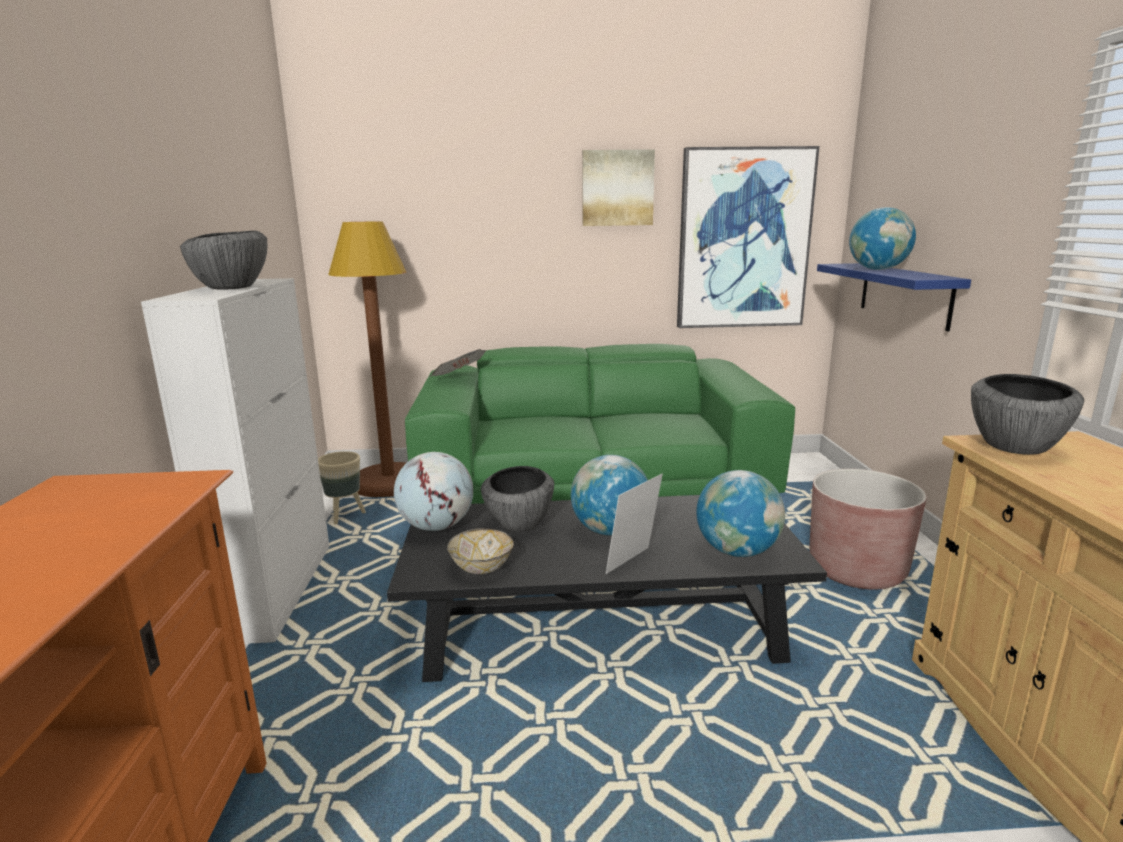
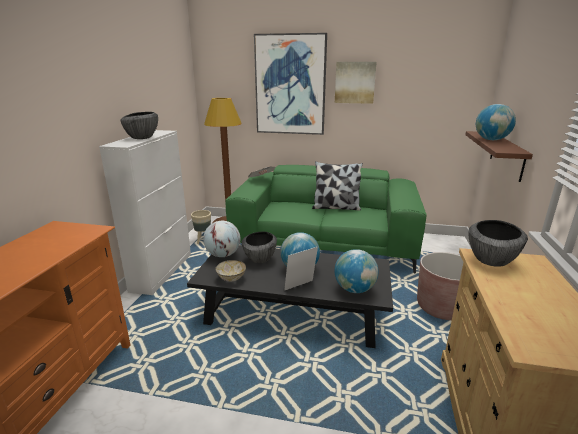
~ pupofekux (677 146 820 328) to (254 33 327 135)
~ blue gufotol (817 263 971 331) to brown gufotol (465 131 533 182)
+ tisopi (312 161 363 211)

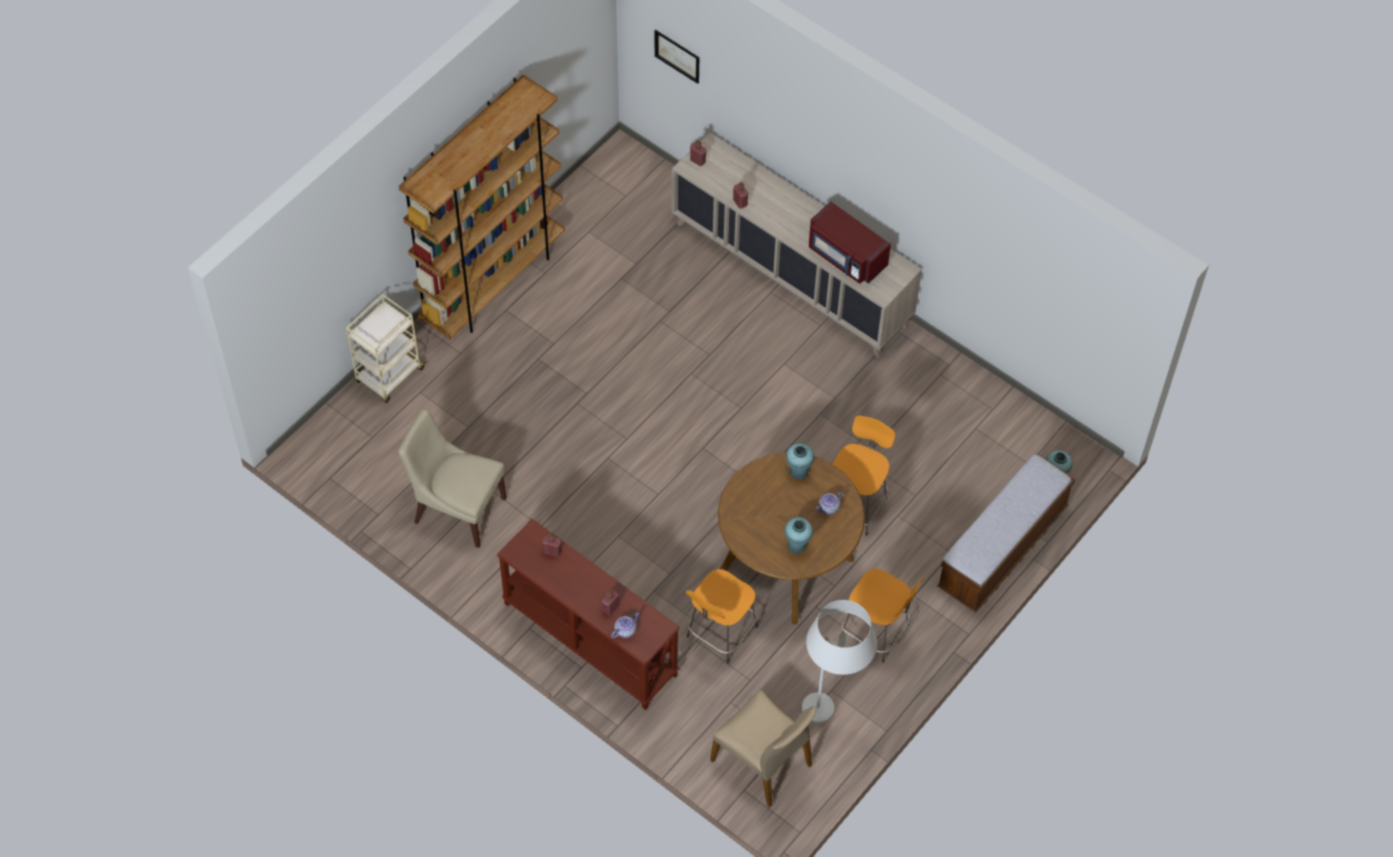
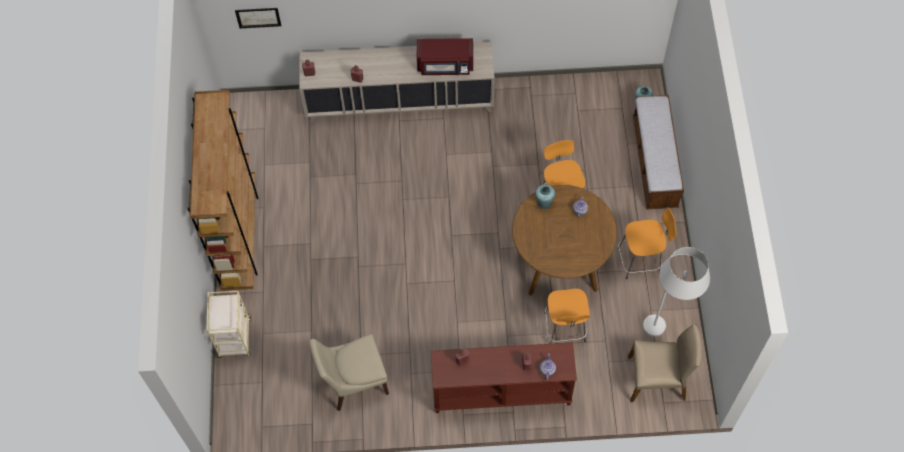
- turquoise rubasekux (785 517 813 554)

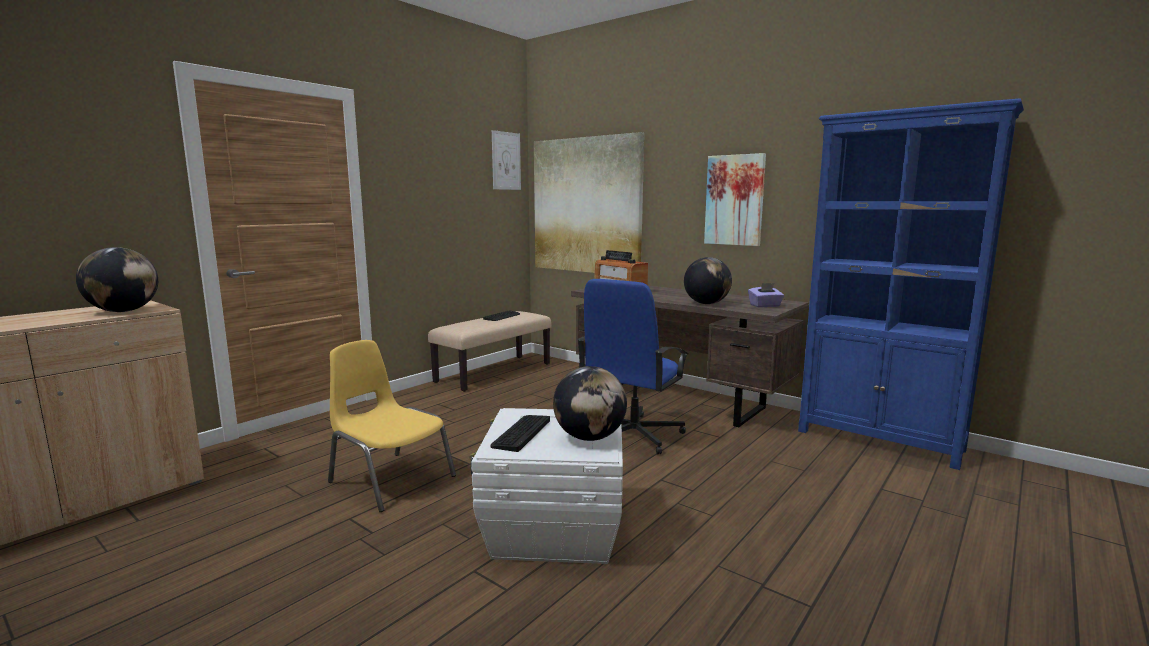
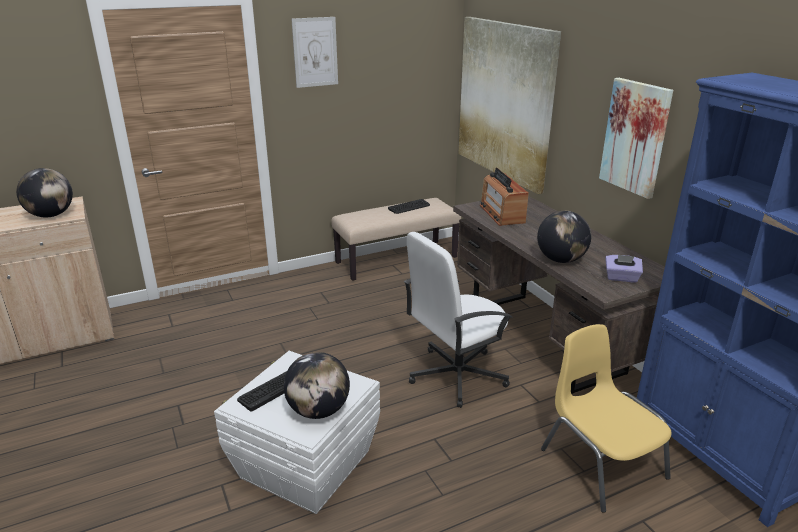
~ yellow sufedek (328 340 456 512) to (541 324 672 513)
~ pupofekux (492 130 521 190) to (291 17 338 88)
~ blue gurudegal (577 279 688 454) to white gurudegal (404 232 513 408)

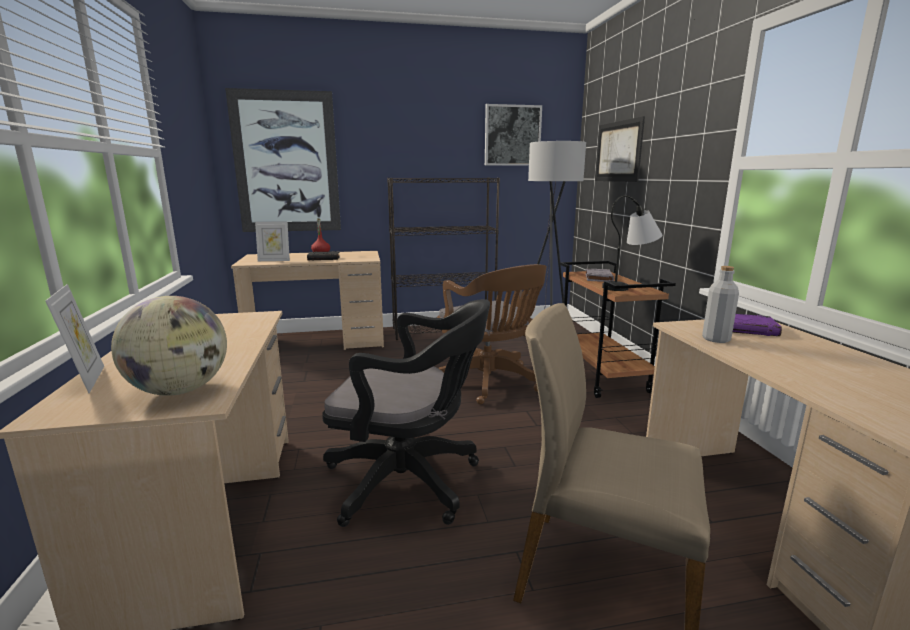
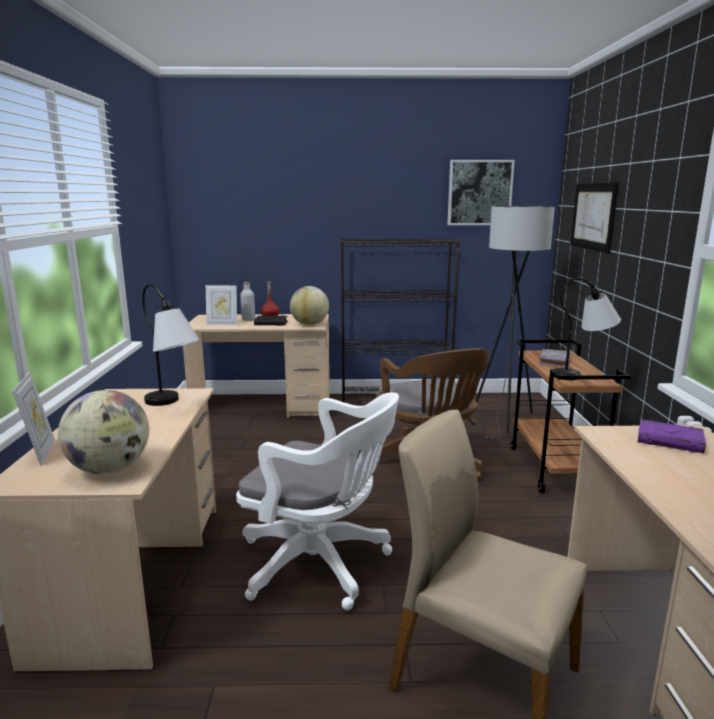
- pupofekux (225 88 341 232)
~ black gurudegal (322 299 490 527) to white gurudegal (236 392 399 610)
~ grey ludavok (702 266 739 343) to (240 282 255 321)
+ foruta (142 284 200 406)
+ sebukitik (290 286 329 325)

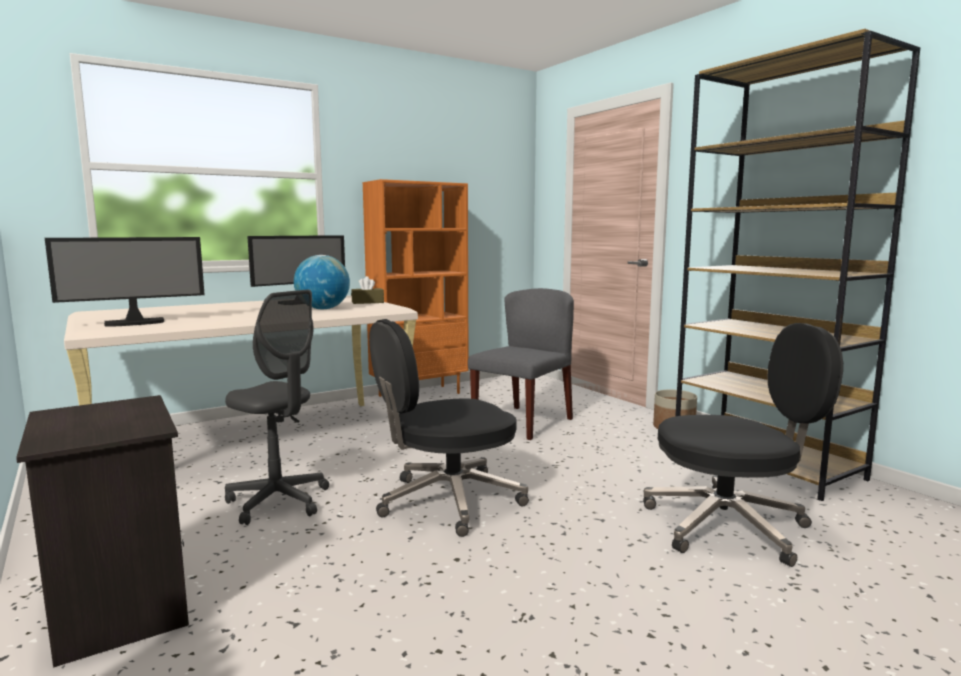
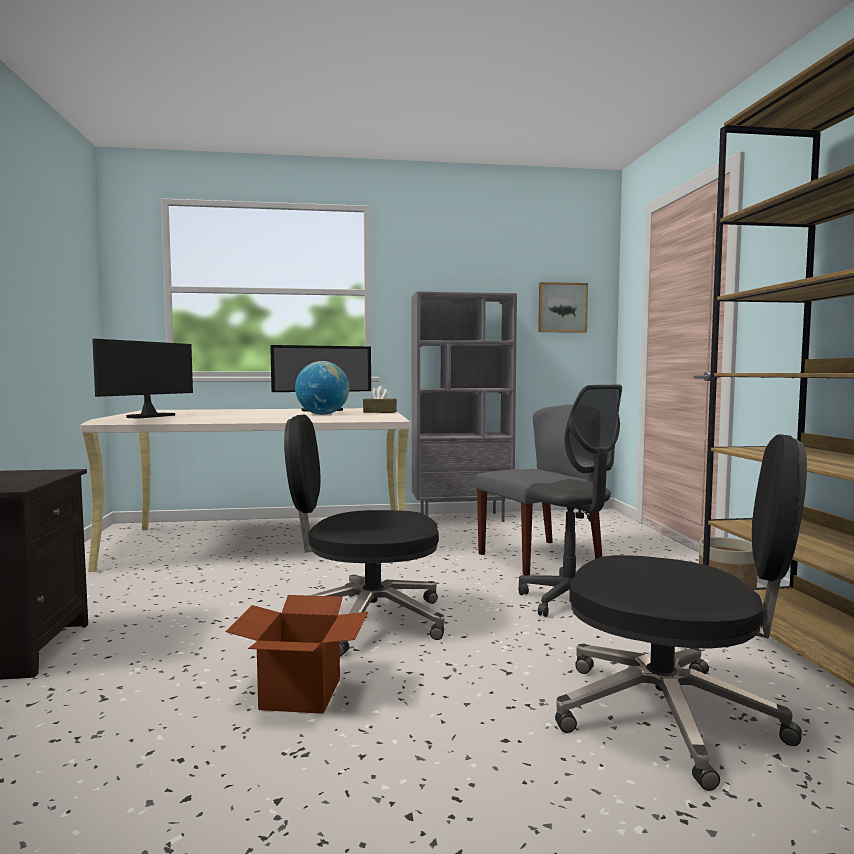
~ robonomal (45 237 205 327) = (92 339 193 419) 120 degrees clockwise
~ grey gurudegal (225 290 329 525) to (518 385 622 617)
~ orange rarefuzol (363 179 469 397) to grey rarefuzol (411 291 517 522)
+ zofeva (226 595 368 714)
+ pupofekux (538 282 588 333)

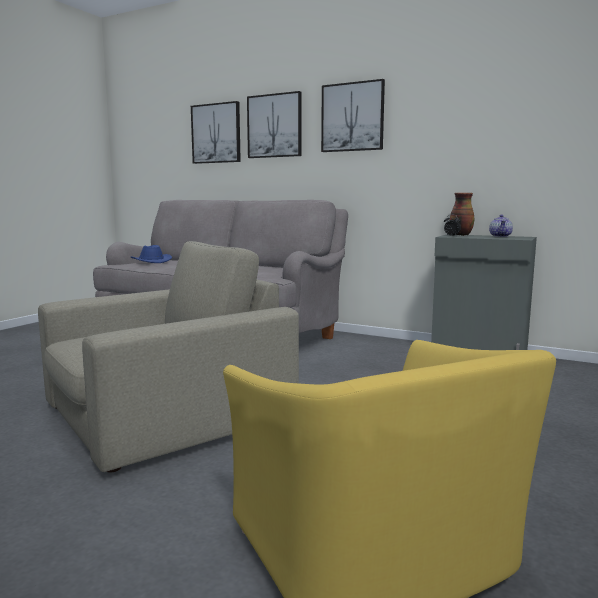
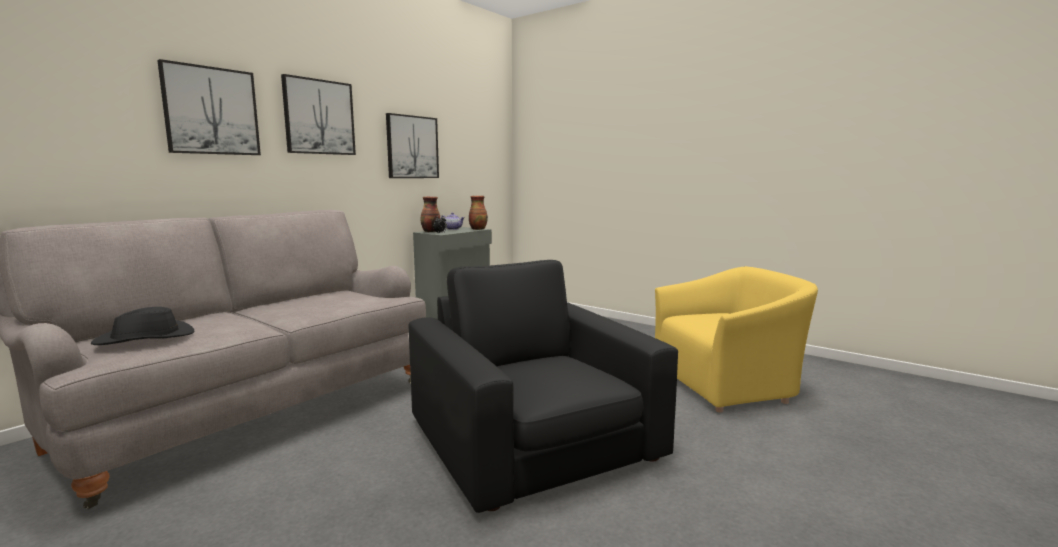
~ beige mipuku (38 241 299 473) to black mipuku (408 260 678 513)
~ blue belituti (131 245 172 263) to black belituti (91 307 194 345)
~ pupofekux (191 101 241 164) to (386 113 439 178)
+ rubasekux (469 196 488 230)

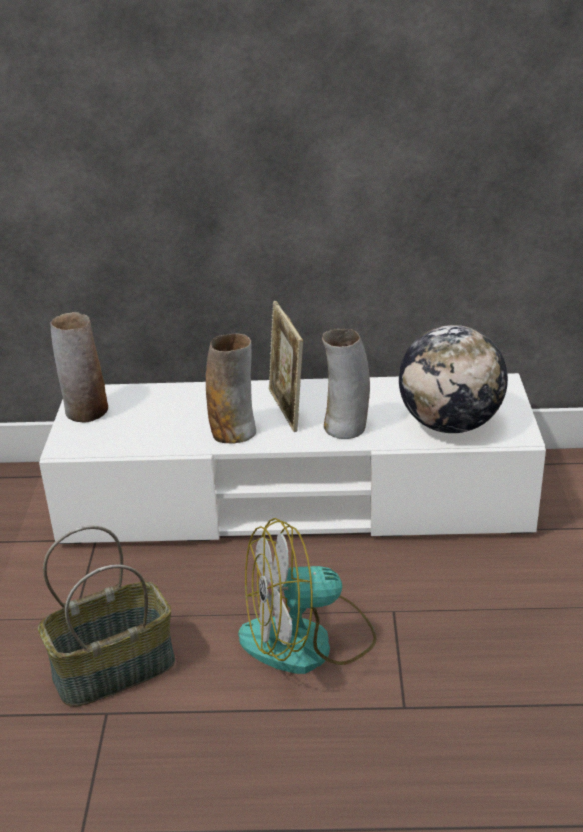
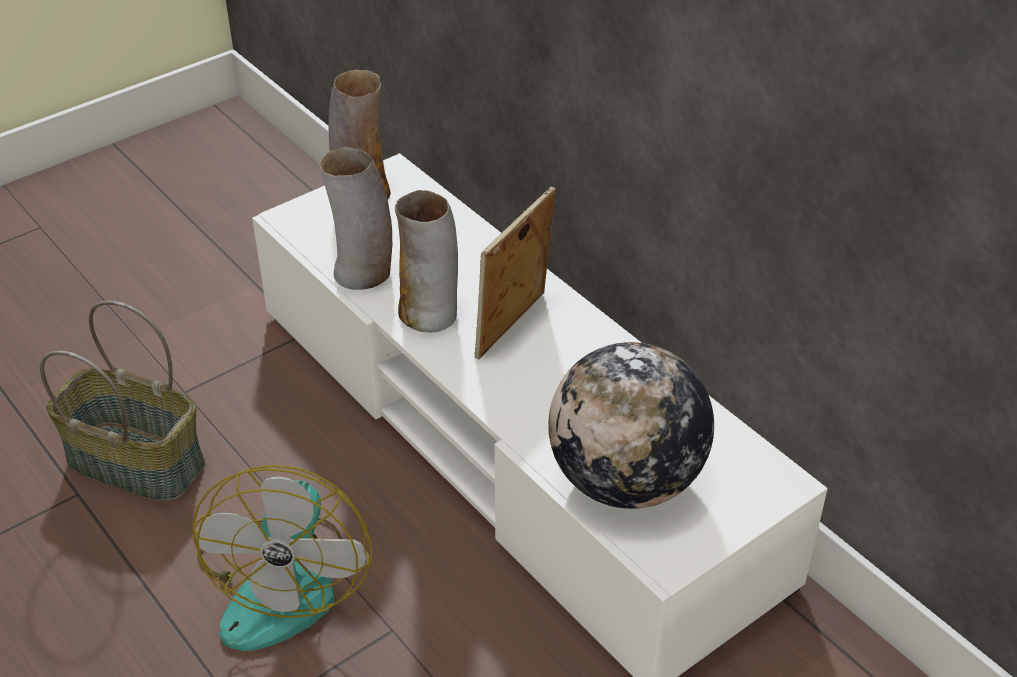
~ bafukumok (238 518 377 674) = (192 465 372 651) 120 degrees counterclockwise
~ rubasekux (322 329 370 439) to (319 147 392 290)

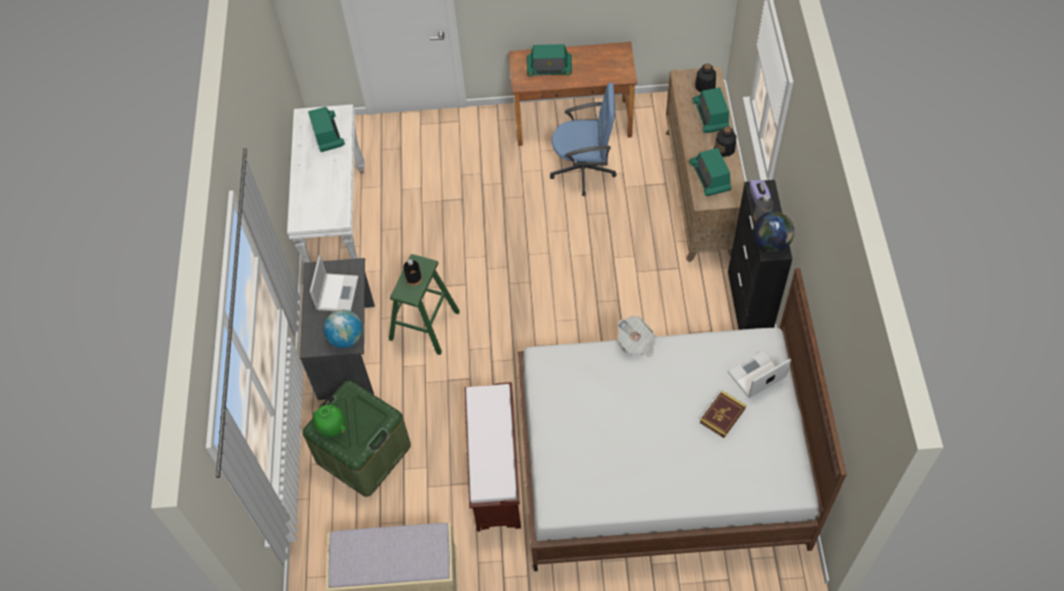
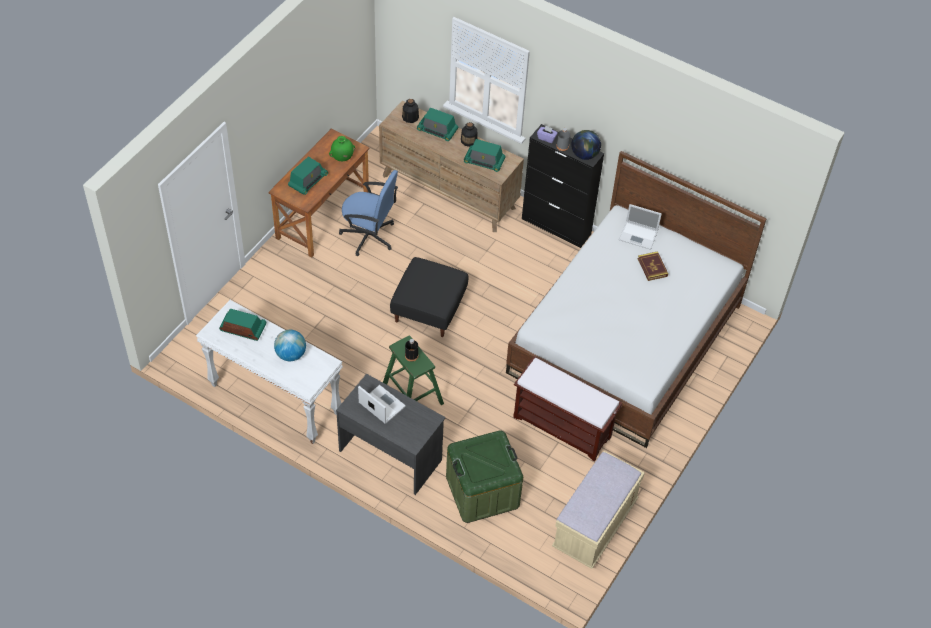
~ green rubasekux (313 404 346 437) to (329 136 355 161)
~ sebukitik (323 310 363 348) to (274 330 306 361)
~ blue gurudegal (550 83 617 196) = (339 170 398 256) 75 degrees clockwise
- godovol (618 316 656 357)
~ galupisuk (727 350 791 398) = (619 204 662 250) 75 degrees counterclockwise
+ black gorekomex (390 257 468 337)

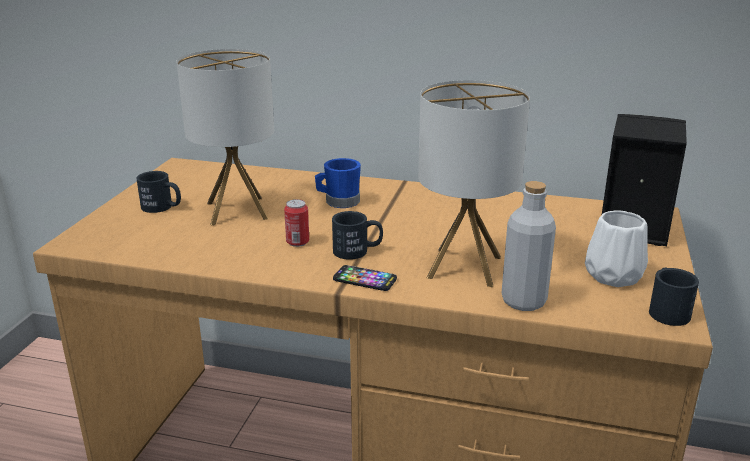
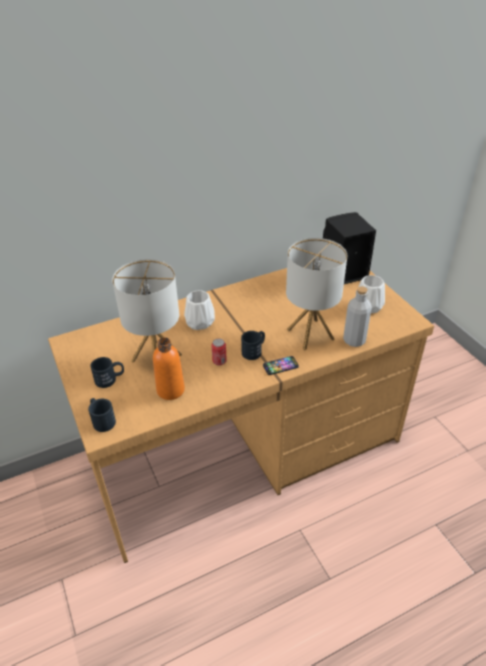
~ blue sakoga (315 158 361 208) to white rubasekux (184 290 215 330)
~ black sakoga (649 267 699 326) to (88 398 116 432)
+ orange ludavok (153 338 185 400)

